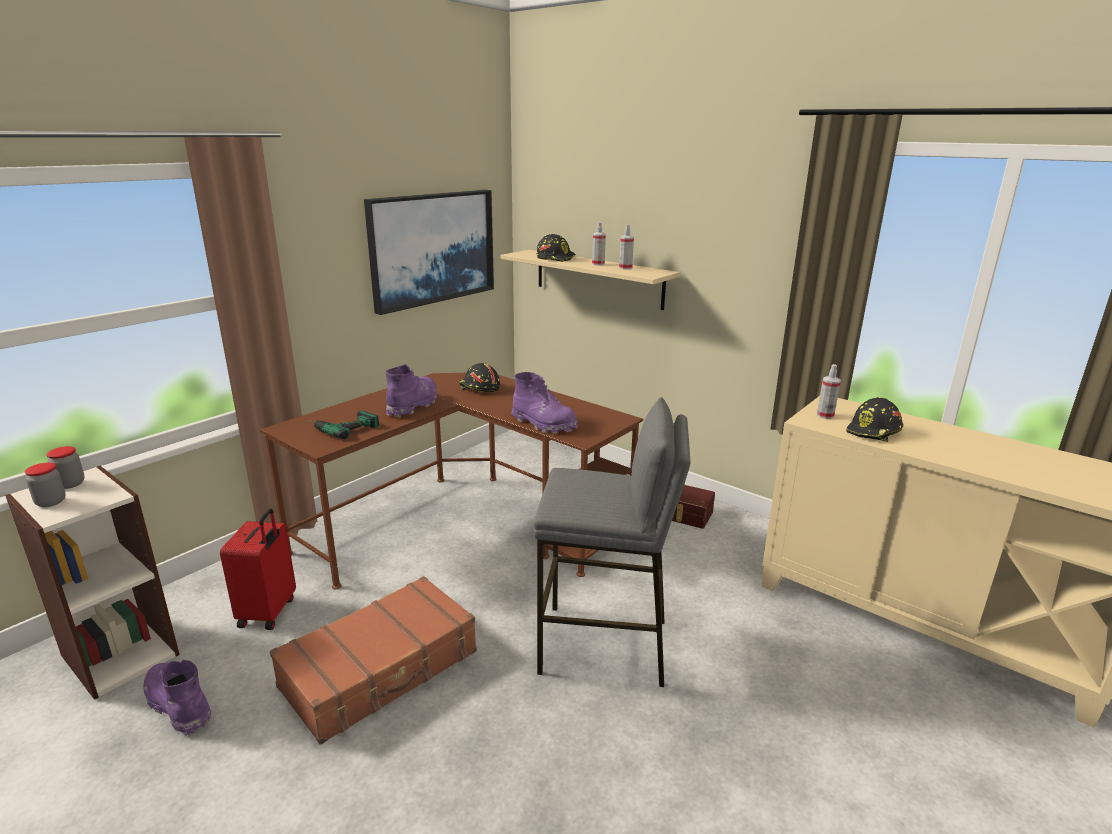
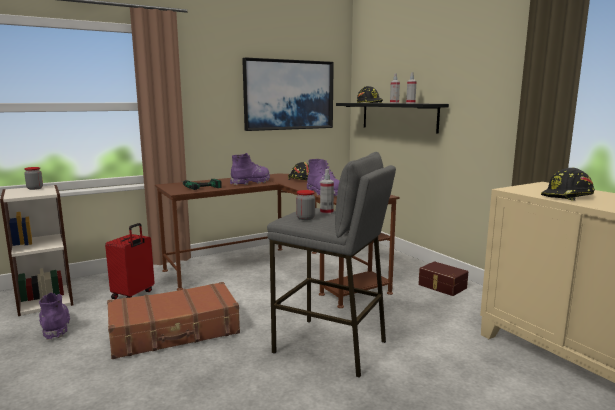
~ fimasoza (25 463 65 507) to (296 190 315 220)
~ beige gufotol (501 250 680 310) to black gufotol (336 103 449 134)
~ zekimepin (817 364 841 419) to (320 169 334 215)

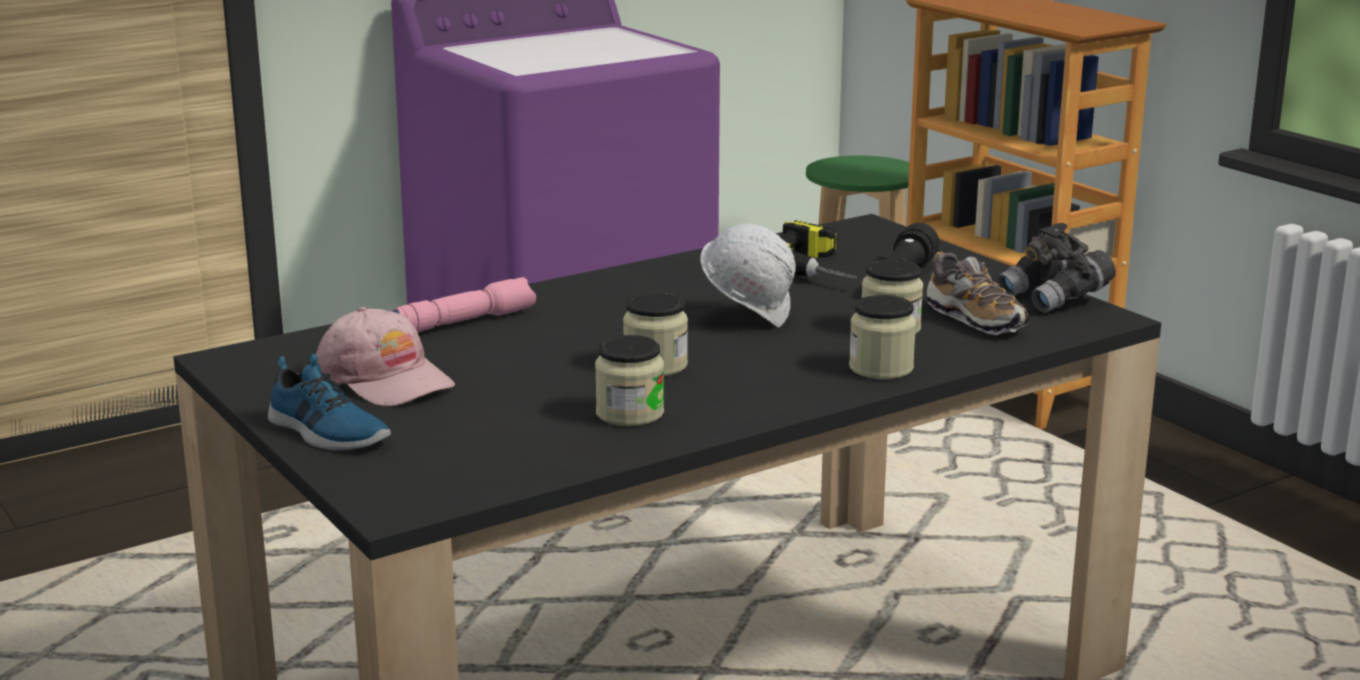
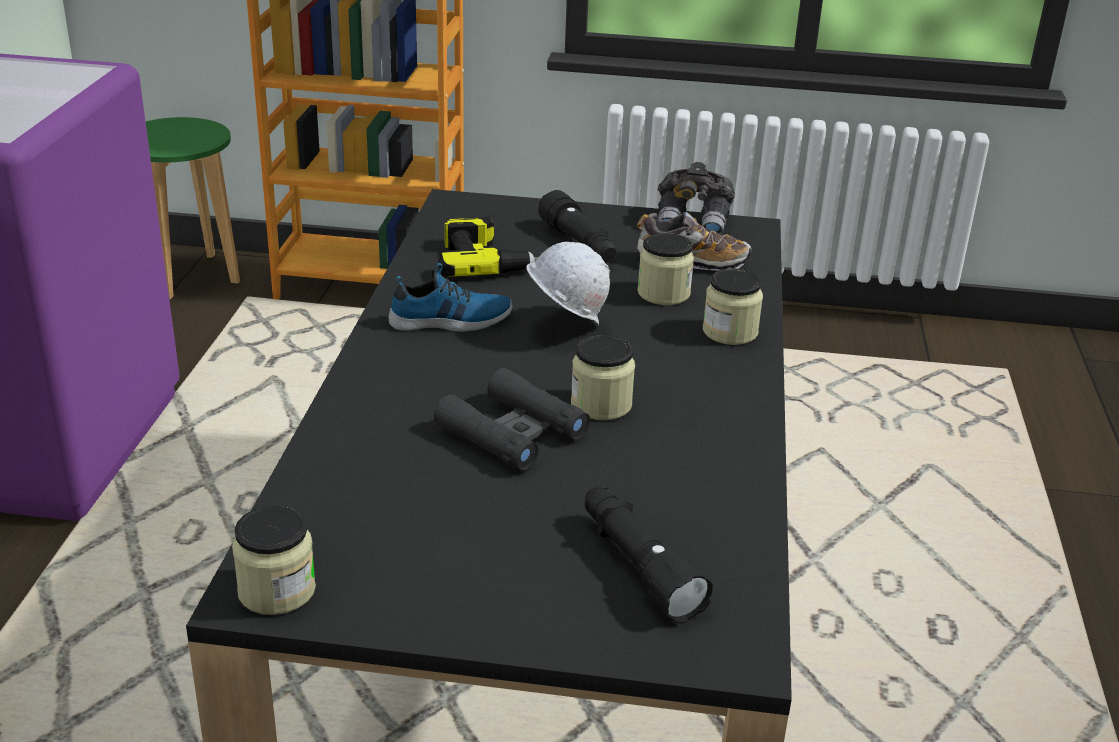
~ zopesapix (268 354 391 450) to (388 263 512 331)
- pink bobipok (316 307 455 407)
- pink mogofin (391 277 536 332)
~ fimasoza (595 335 664 426) to (232 506 316 615)
+ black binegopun (434 368 590 470)
+ black mogofin (585 486 713 623)

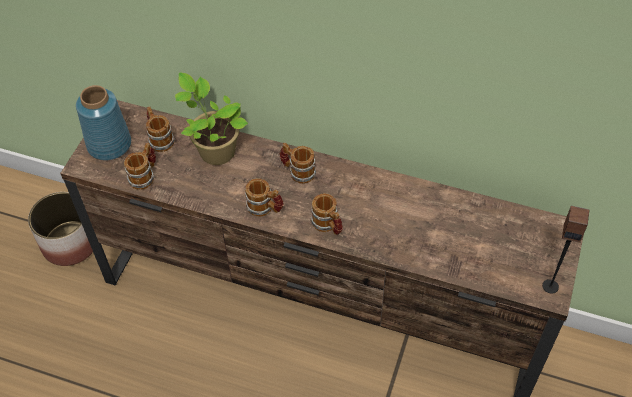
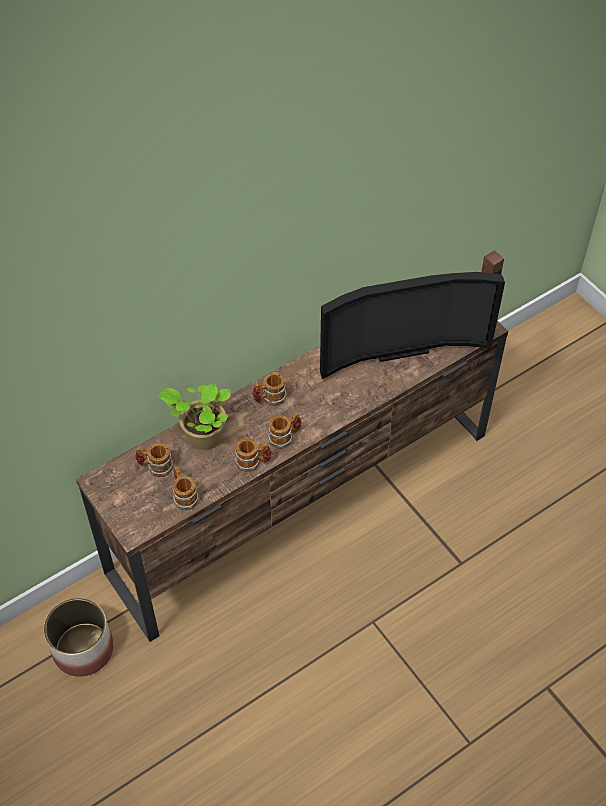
- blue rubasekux (76 85 131 160)
~ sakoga (310 193 343 235) to (235 438 272 472)
+ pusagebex (320 272 505 379)

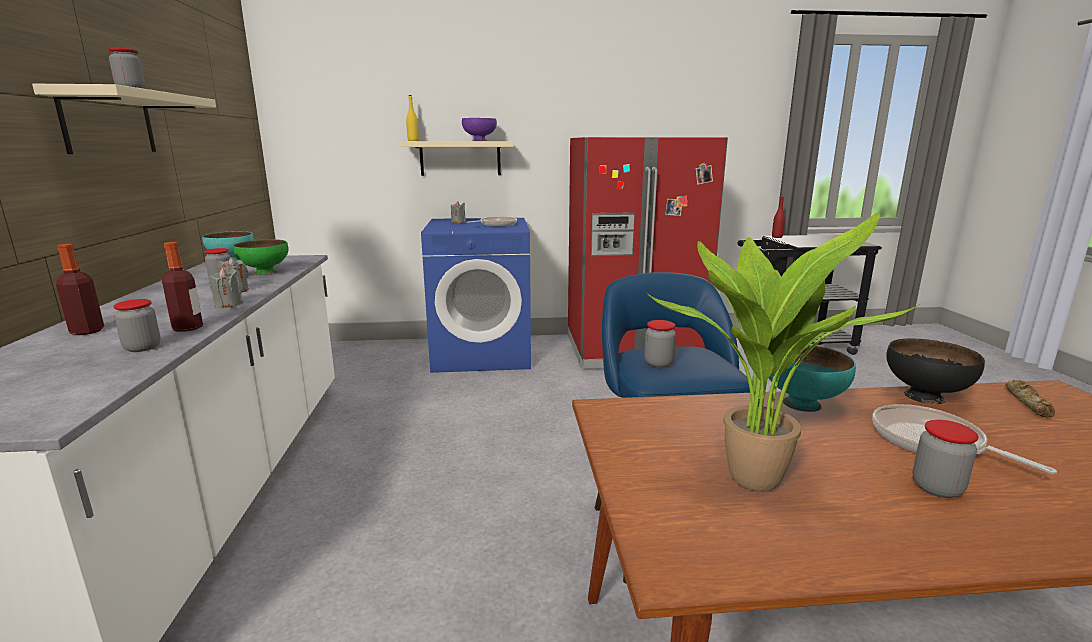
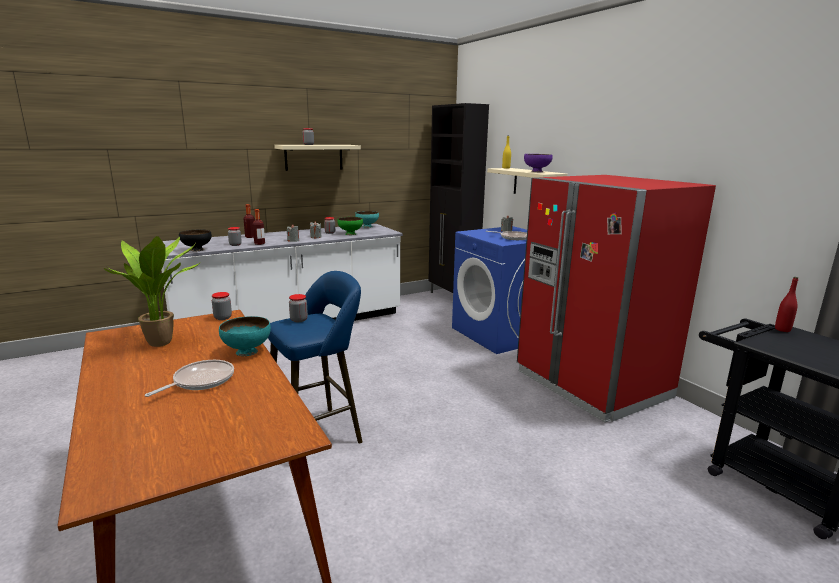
~ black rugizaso (886 339 985 404) to (179 230 212 251)
~ fimasoza (913 420 979 498) to (212 292 232 320)
- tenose (1005 380 1055 417)
+ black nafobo (429 103 489 293)

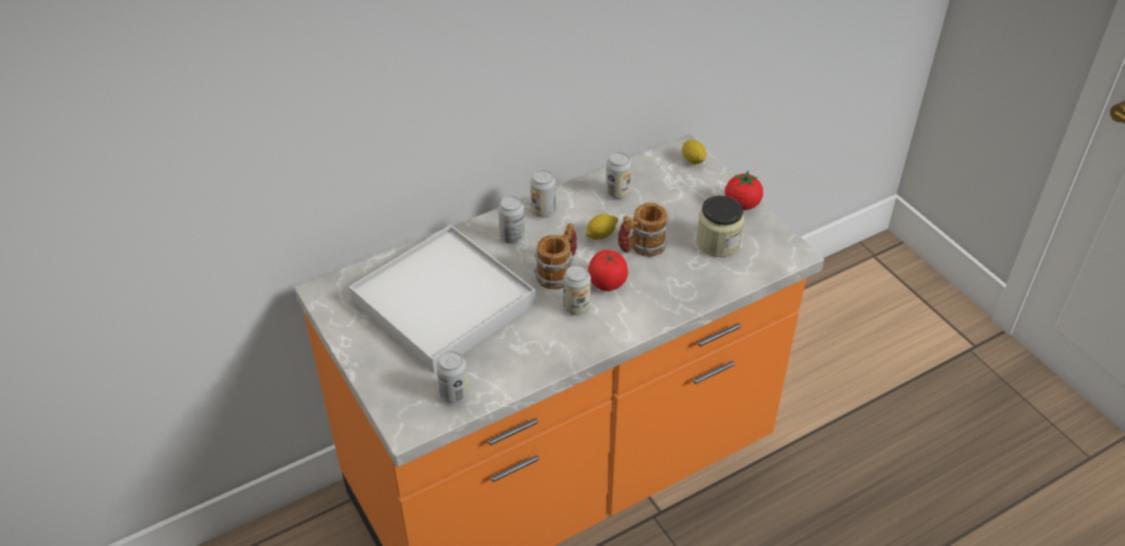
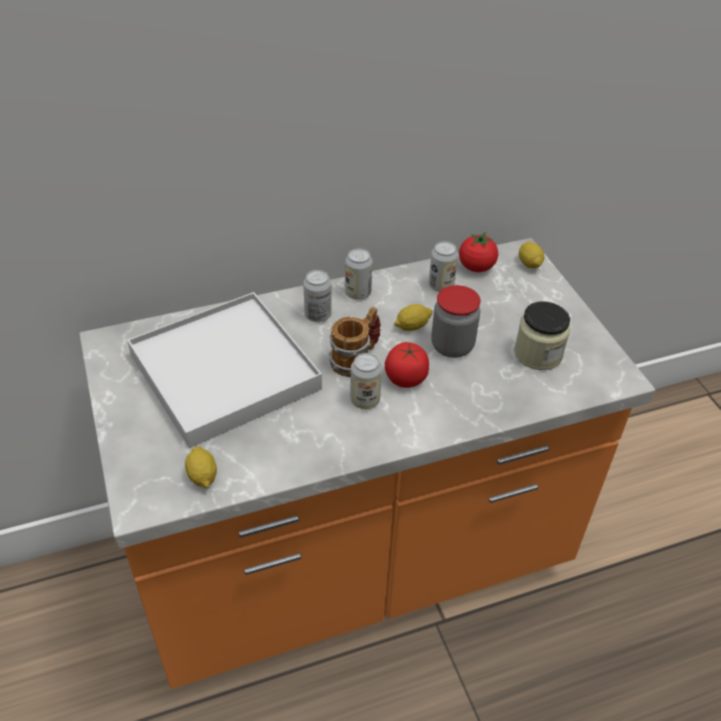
~ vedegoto (436 351 468 404) to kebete (185 446 217 489)
~ sakoga (618 203 668 257) to fimasoza (431 285 481 358)
~ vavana (725 171 763 210) to (459 232 498 272)

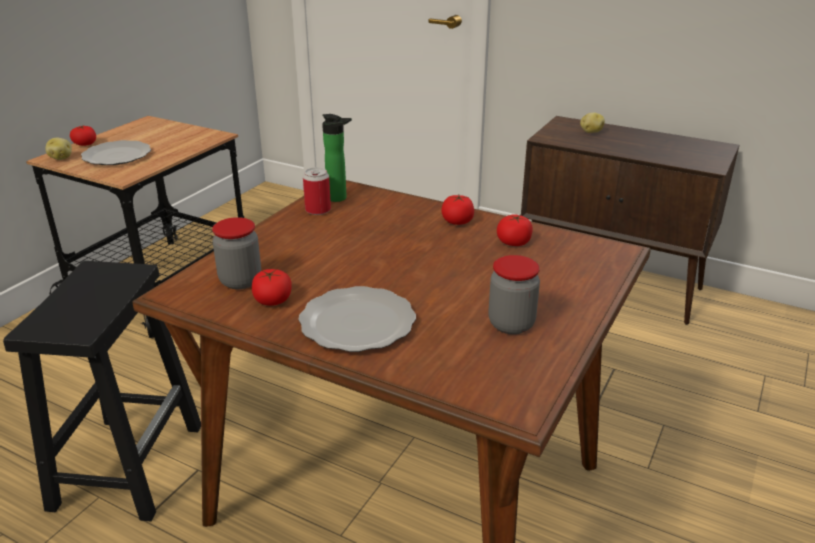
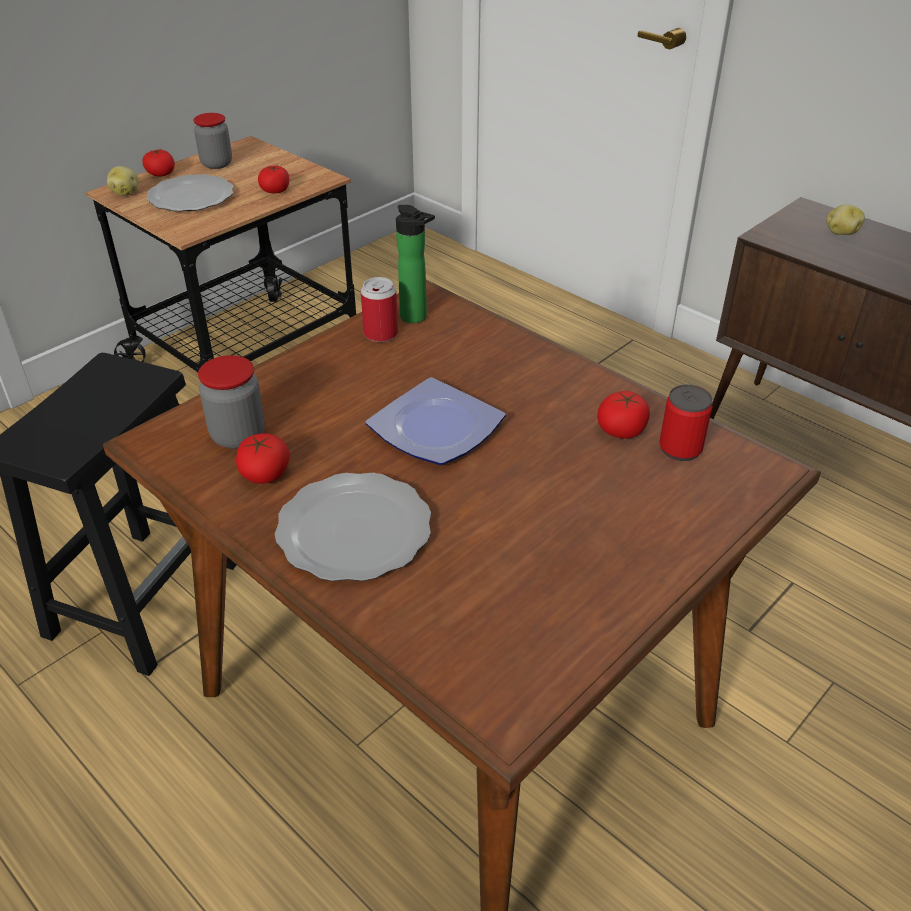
~ vavana (441 195 474 225) to (258 166 289 193)
~ fimasoza (488 255 540 334) to (194 113 232 169)
+ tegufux (366 377 506 465)
+ vedegoto (659 385 713 461)

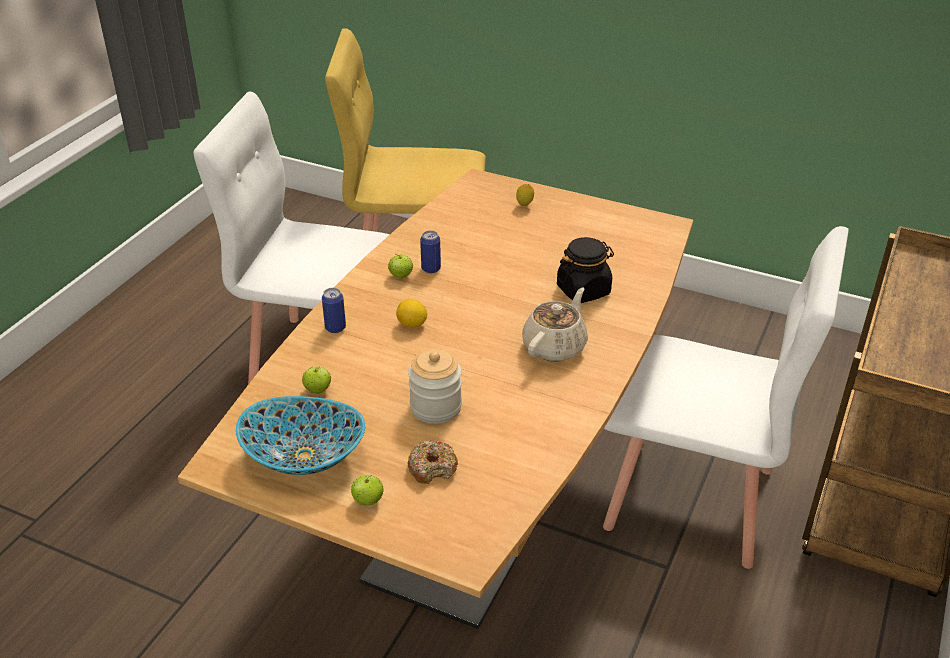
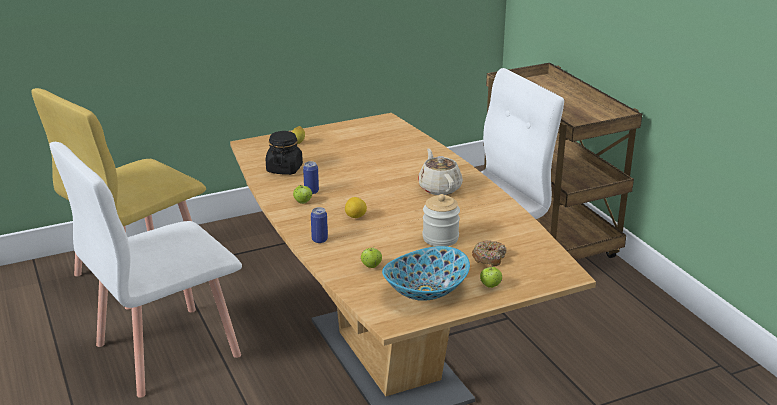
~ black fimasoza (557 237 614 303) to (266 131 303 175)

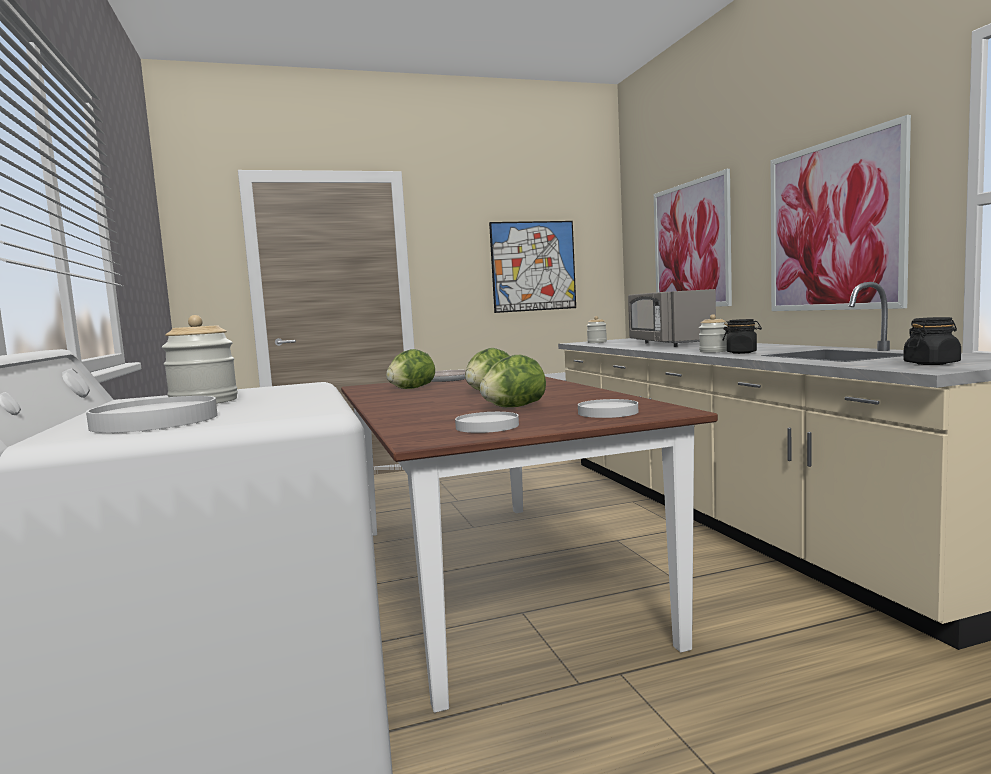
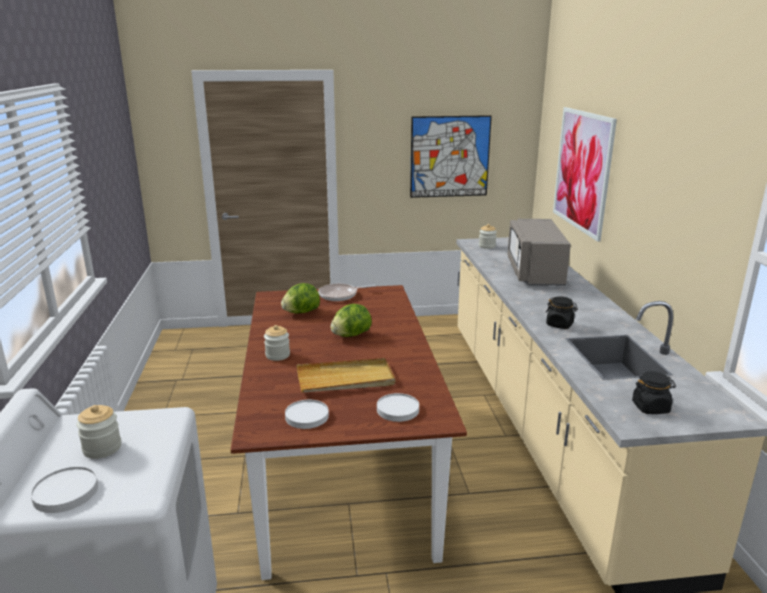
~ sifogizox (480 355 546 407) to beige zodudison (297 358 395 393)
~ fimasoza (699 314 728 353) to (264 325 290 361)
- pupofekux (771 115 911 311)

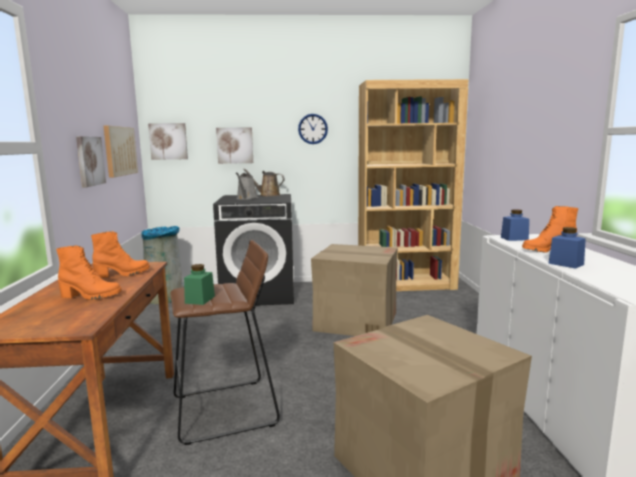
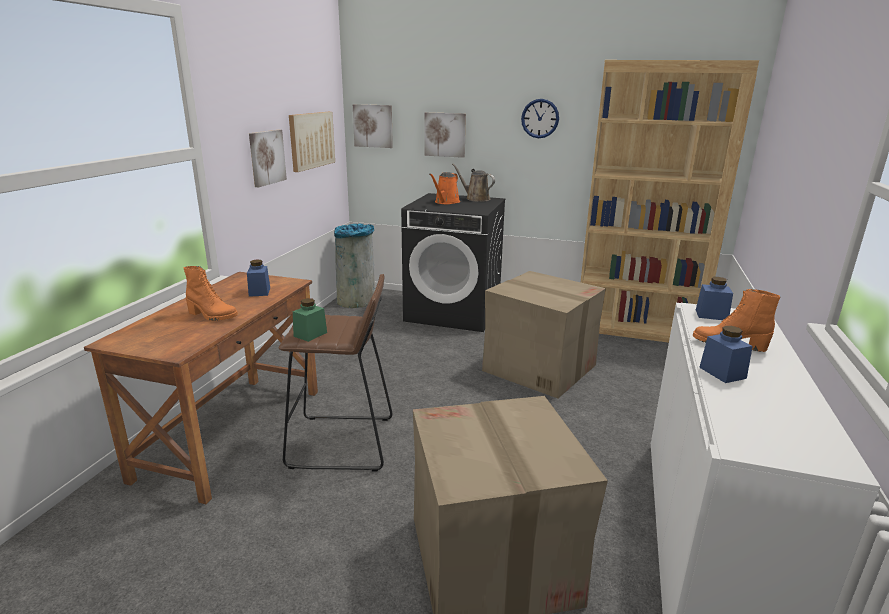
~ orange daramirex (91 231 150 278) to blue fimasoza (247 260 270 297)
~ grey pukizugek (236 172 258 200) to orange pukizugek (429 172 460 204)

